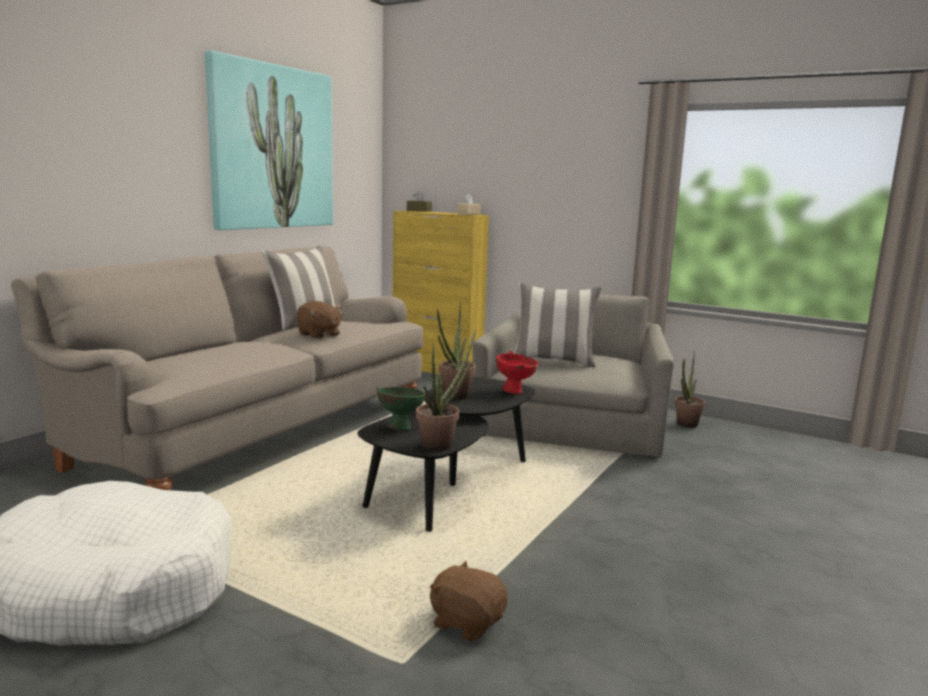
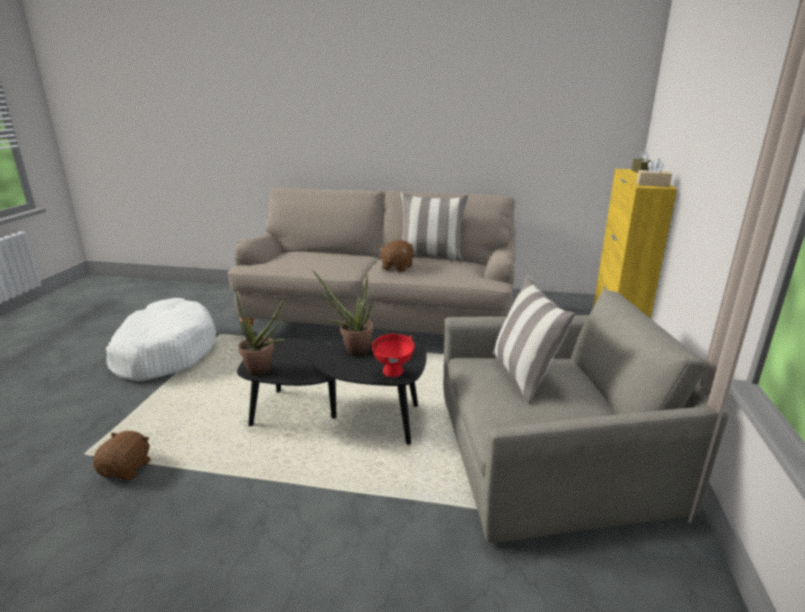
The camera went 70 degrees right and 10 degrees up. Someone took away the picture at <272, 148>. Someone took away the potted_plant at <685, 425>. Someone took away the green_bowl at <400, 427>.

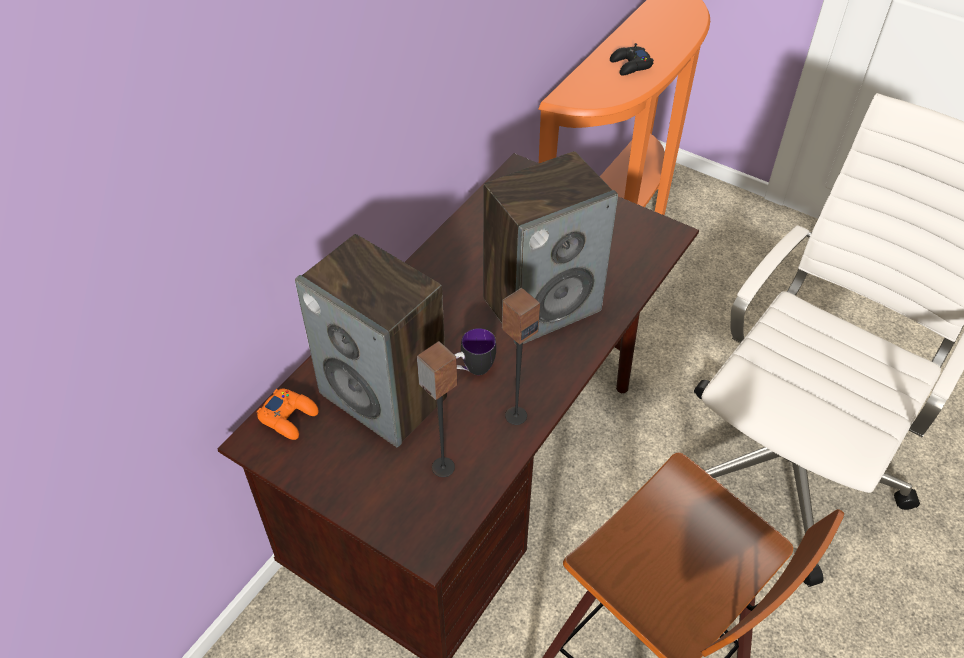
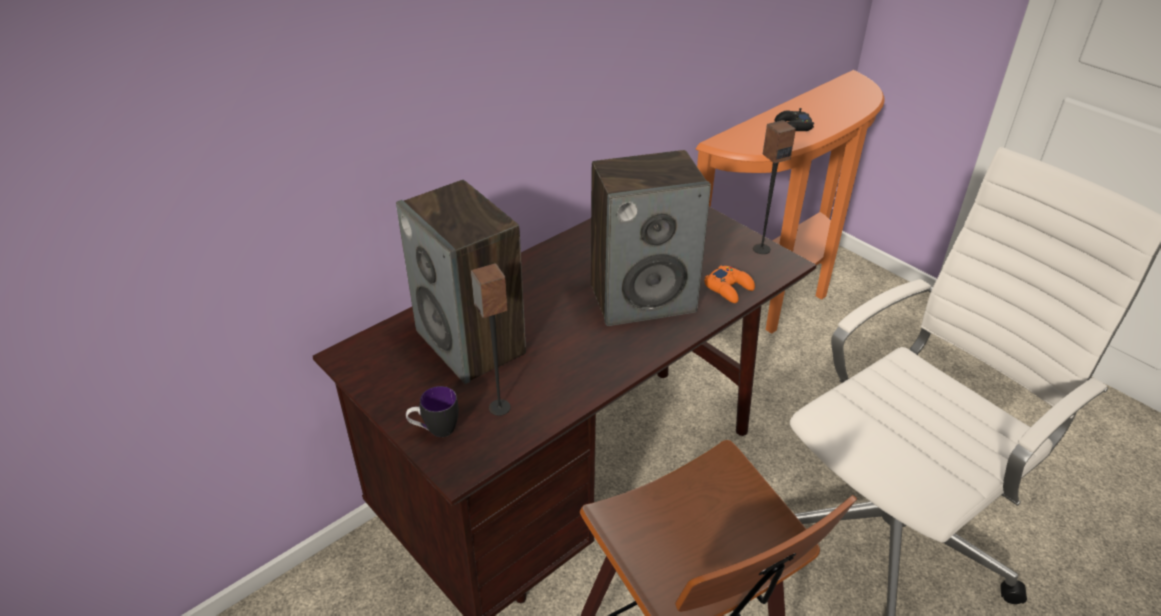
The camera went 15 degrees right and 10 degrees down. Someone carried the speaker from <515, 415> to <761, 249>. Someone carried the mug from <472, 370> to <435, 430>. Someone carried the orange_game_controller from <289, 417> to <729, 288>.

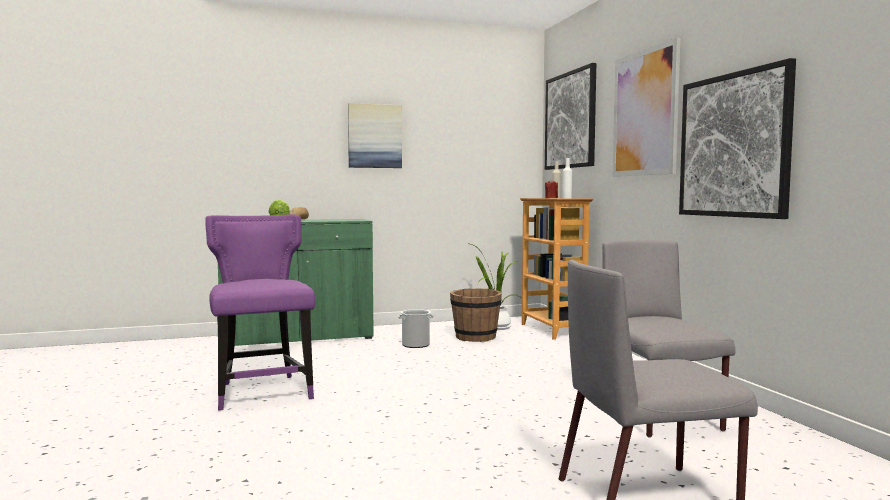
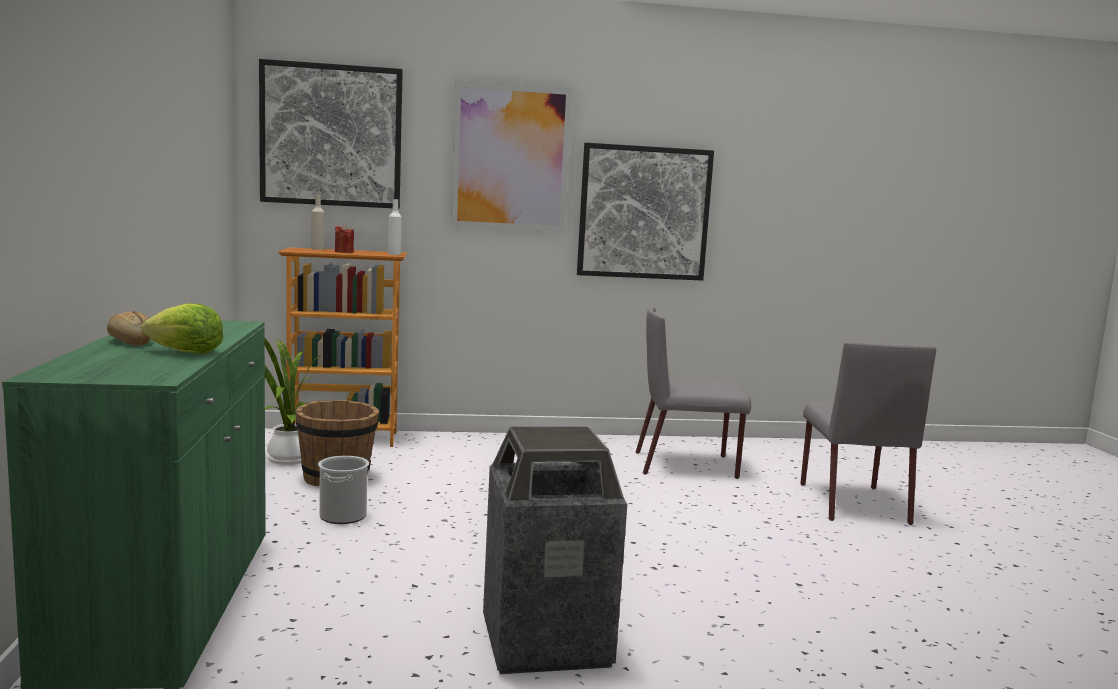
The camera went 80 degrees left and 5 degrees up. Someone took away the picture at <374, 136>. Someone swapped the purple_chair at <263, 391> for the trash_can at <545, 641>.

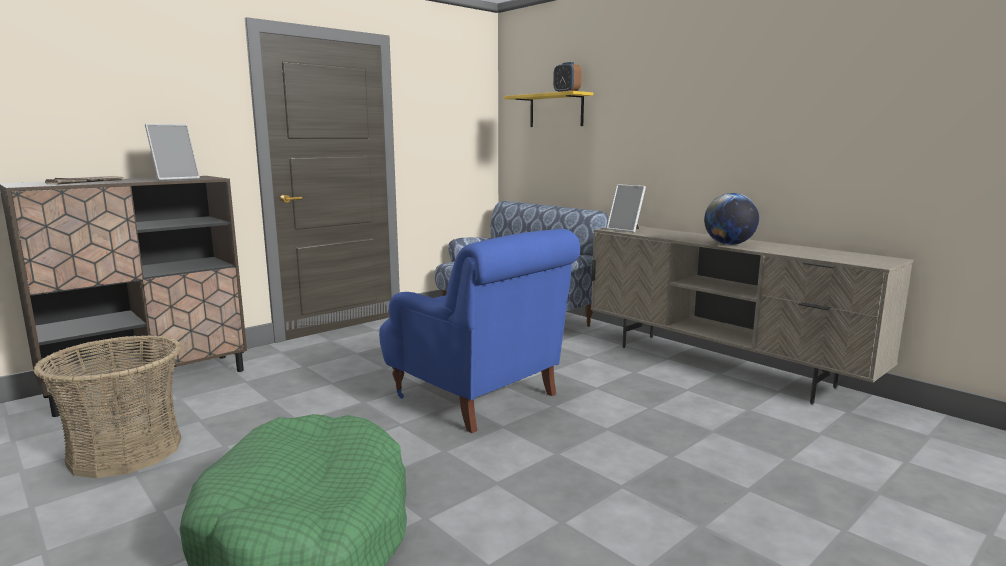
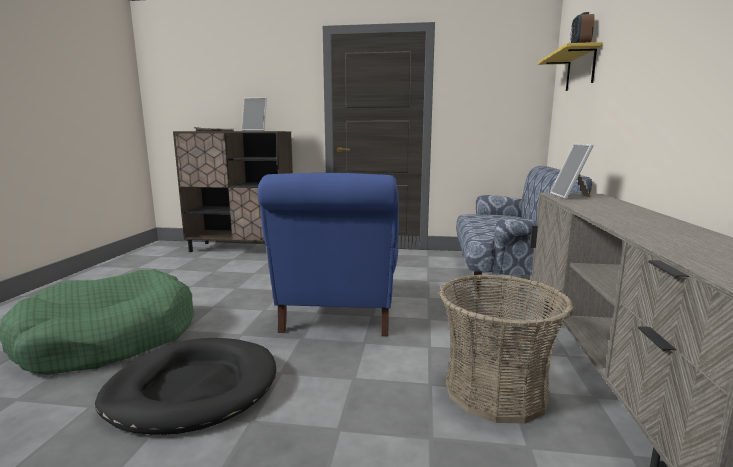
The camera went 50 degrees right and 0 degrees up. Someone took away the globe at <729, 244>. Someone carried the basket from <125, 451> to <495, 391>. Someone put down the black_dog_bed at <193, 389>.

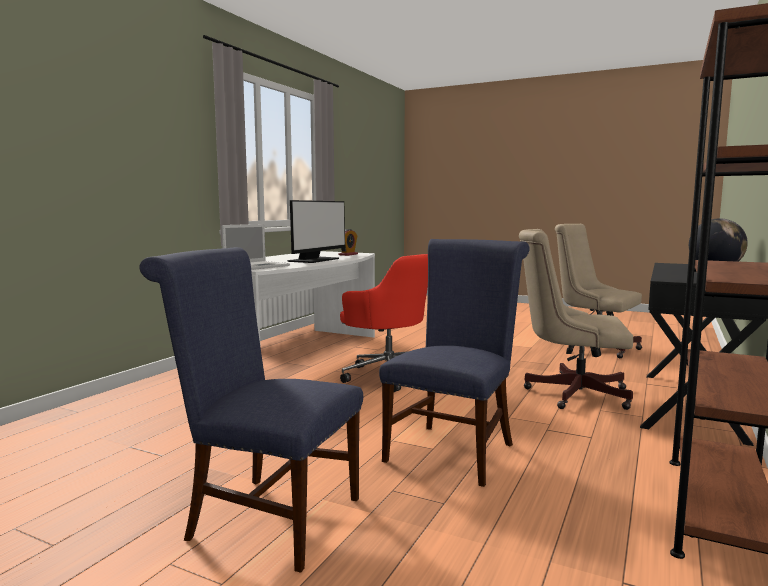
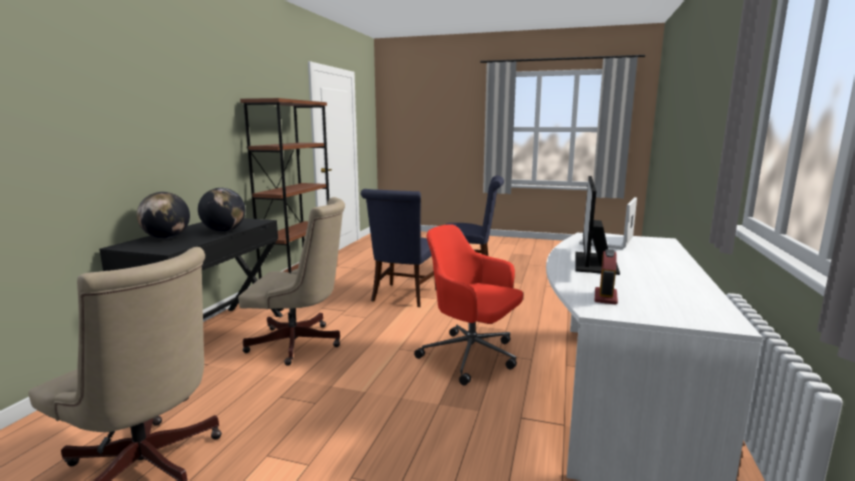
The camera went 170 degrees right and 5 degrees up. Someone put down the globe at <224, 231>.

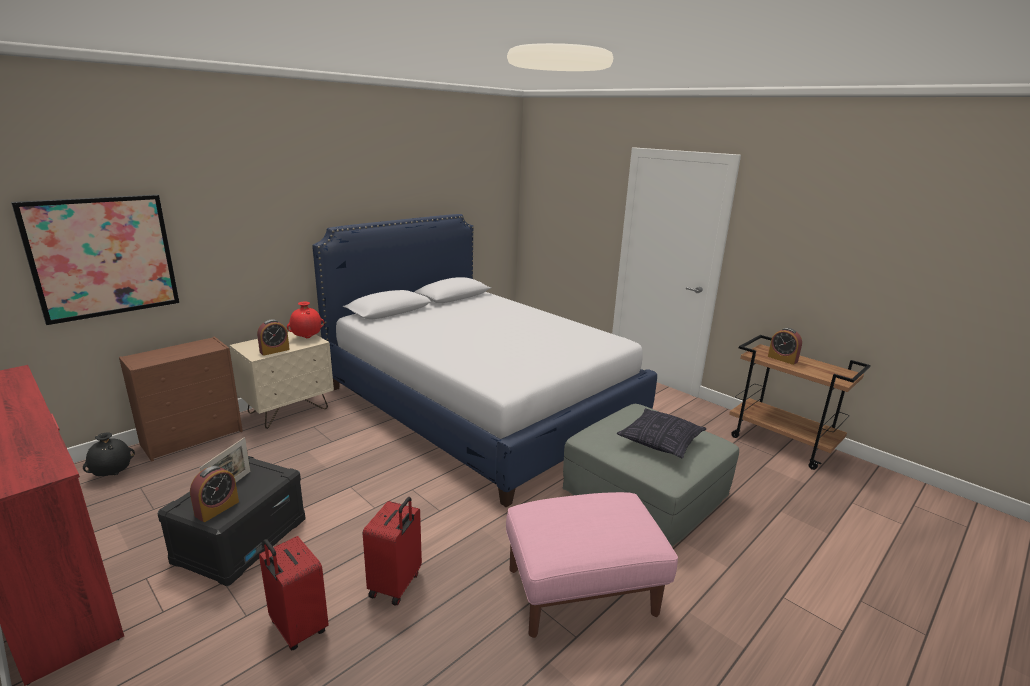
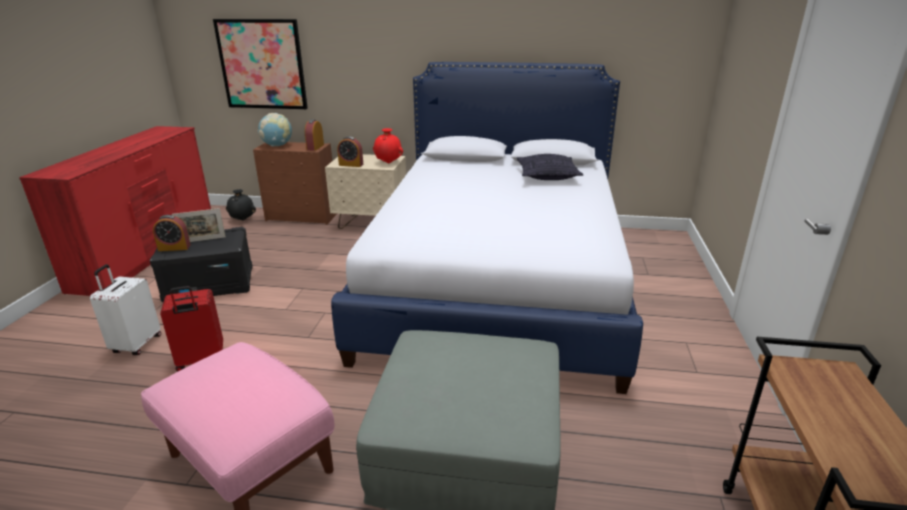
The camera went 55 degrees right and 5 degrees up. Someone carried the alarm_clock from <782, 359> to <315, 147>. Someone carried the pillow from <660, 442> to <547, 176>. Someone repainted the red_suitcase at <297, 628>, which became the white_suitcase at <136, 344>. Someone put down the globe at <277, 146>.

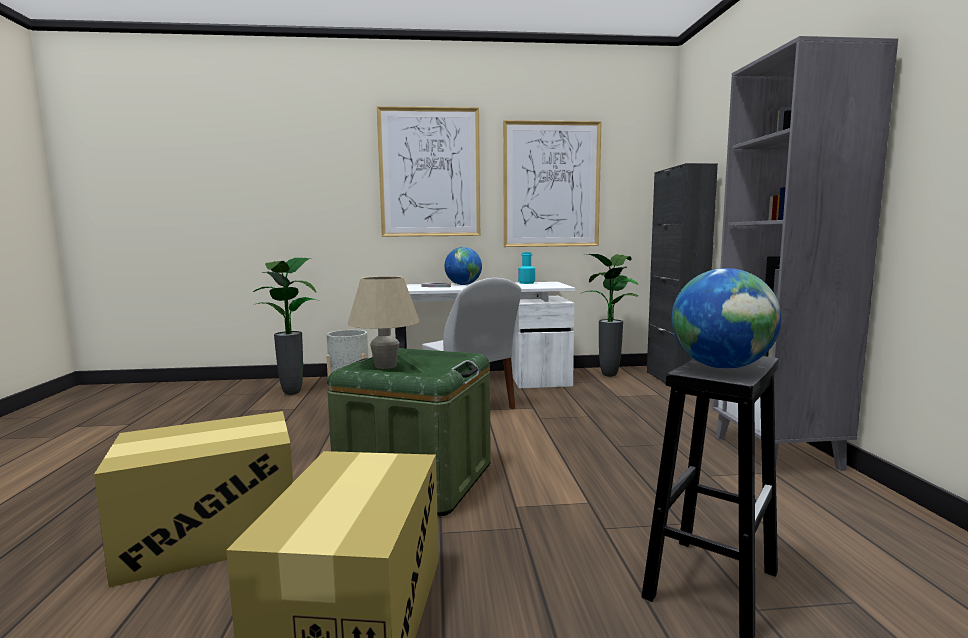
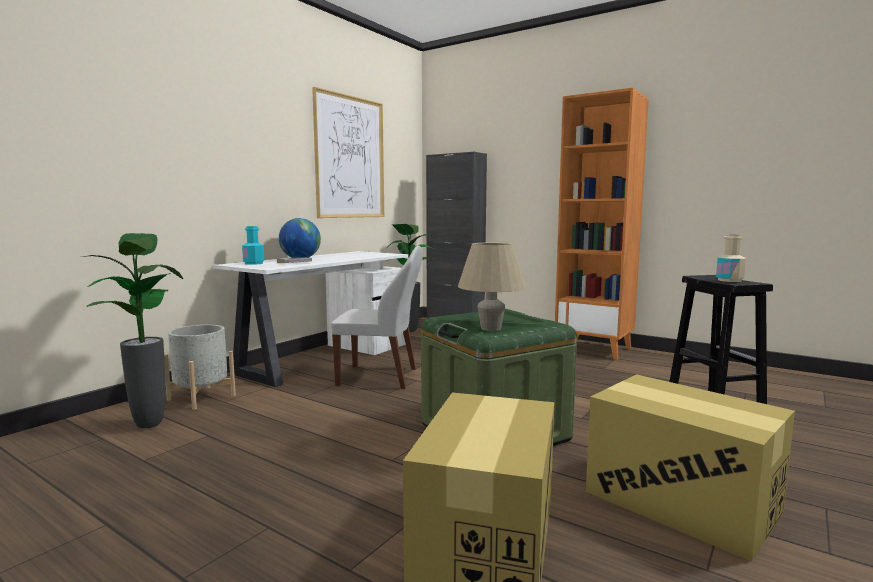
The camera went 50 degrees left and 0 degrees up. Someone repainted the grey_bookcase at <777, 452>, which became the orange_bookcase at <594, 349>. Someone took away the picture at <429, 173>. Someone carried the turquoise_bottle from <526, 283> to <253, 263>. Someone swapped the globe at <721, 367> for the beige_bottle at <729, 280>.

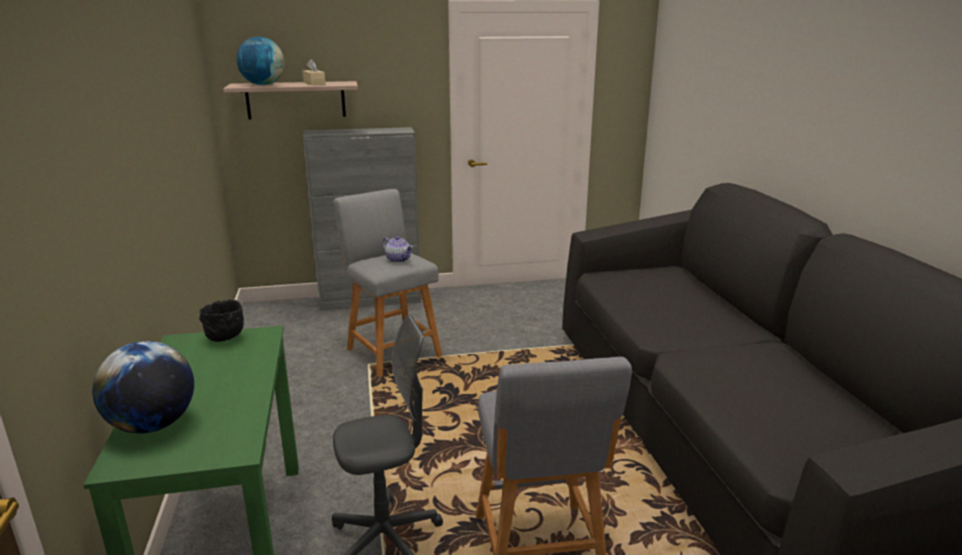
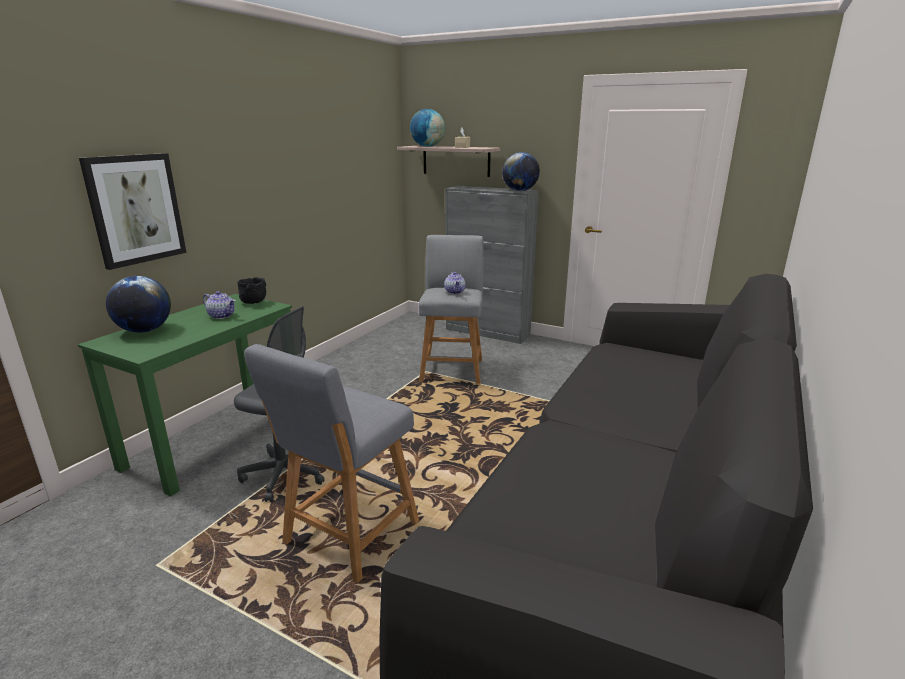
The camera went 40 degrees right and 0 degrees up. Someone put down the globe at <520, 191>. Someone put up the picture at <135, 209>. Someone put down the teapot at <222, 316>.

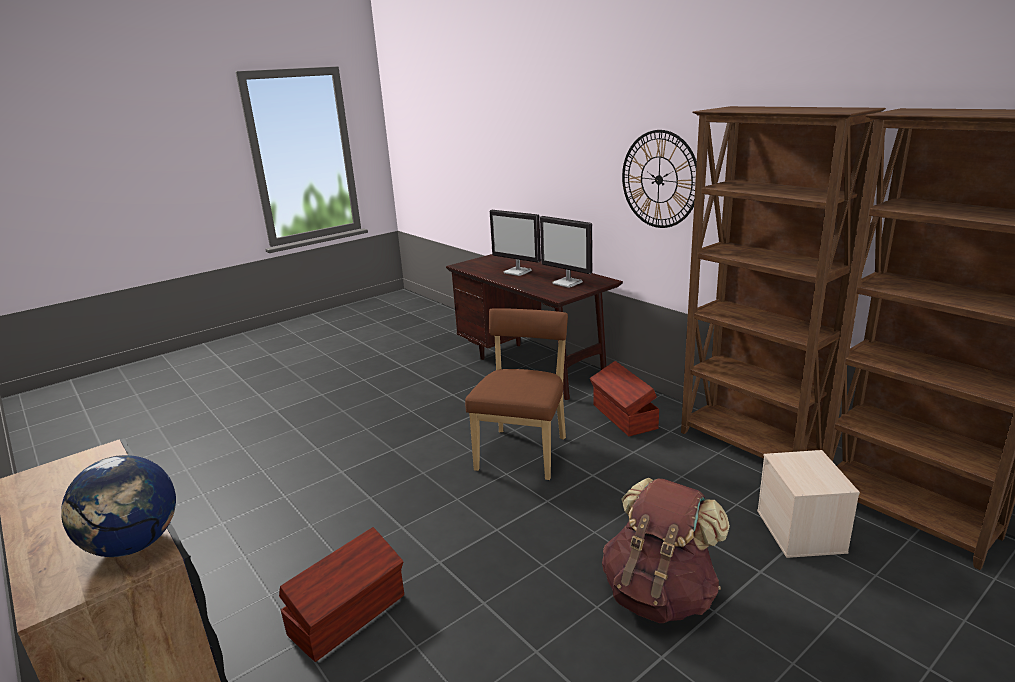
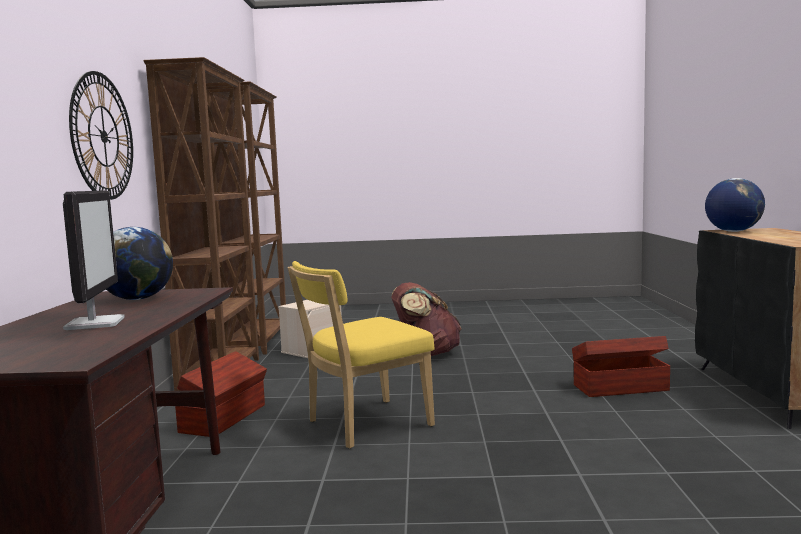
The camera went 140 degrees left and 15 degrees down. Someone swapped the monitor at <568, 283> for the globe at <137, 299>. Someone repainted the brown_chair at <524, 451>, which became the yellow_chair at <364, 425>.

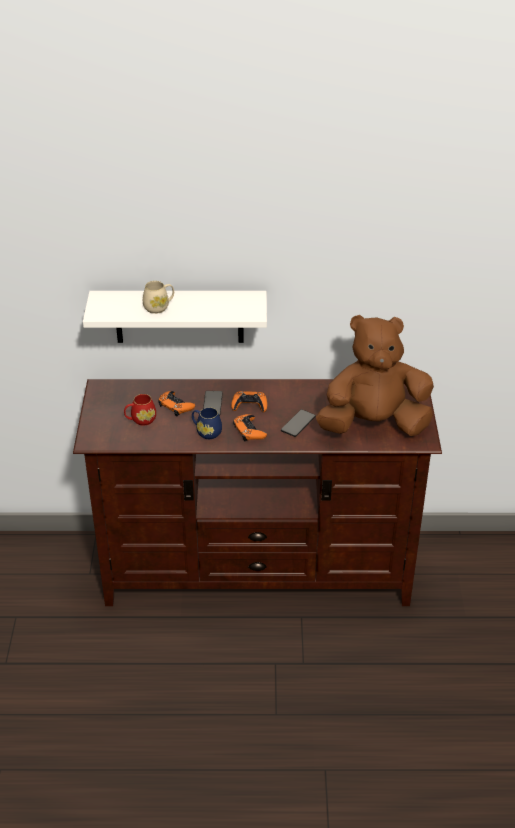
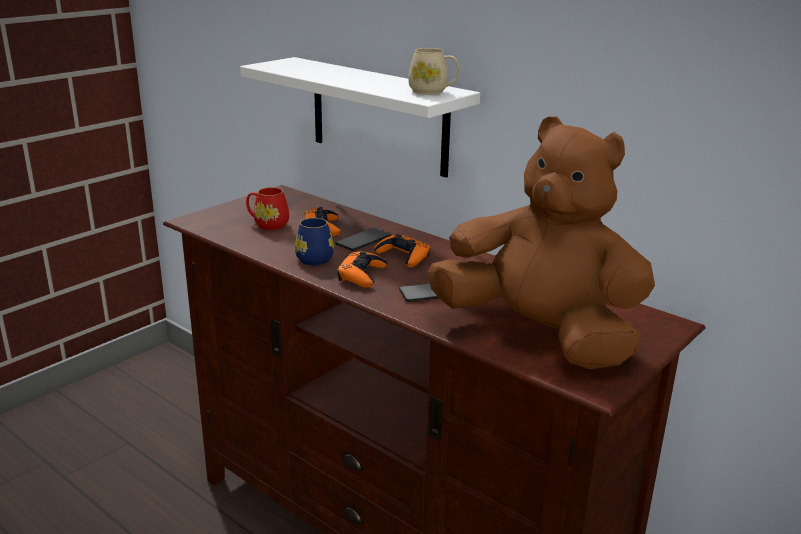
The camera went 40 degrees right and 15 degrees down. Someone carried the beige_mug from <159, 307> to <433, 92>.

